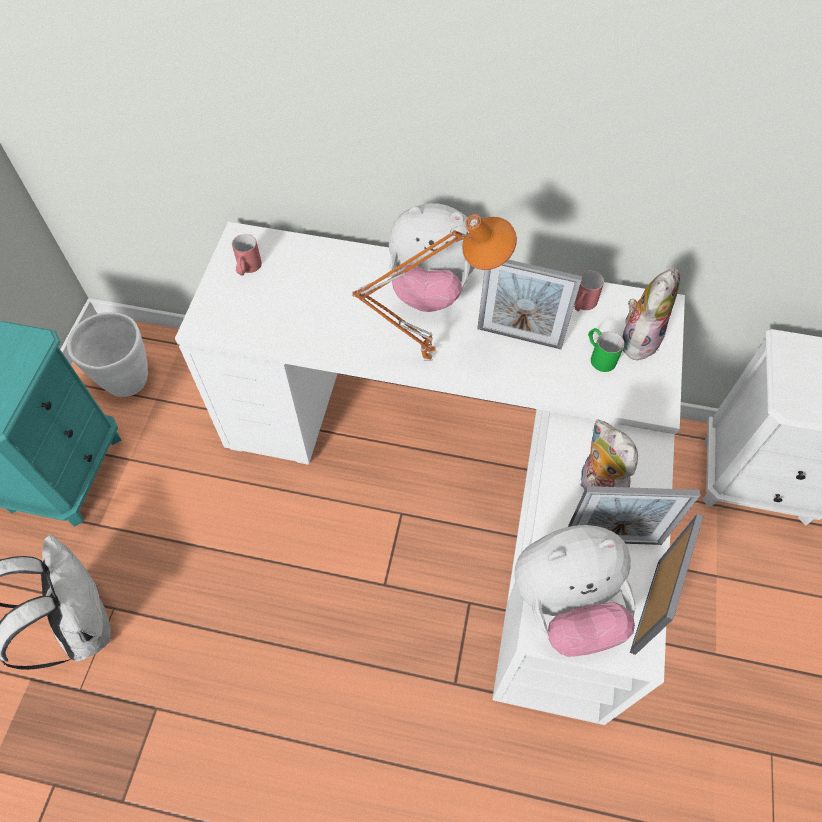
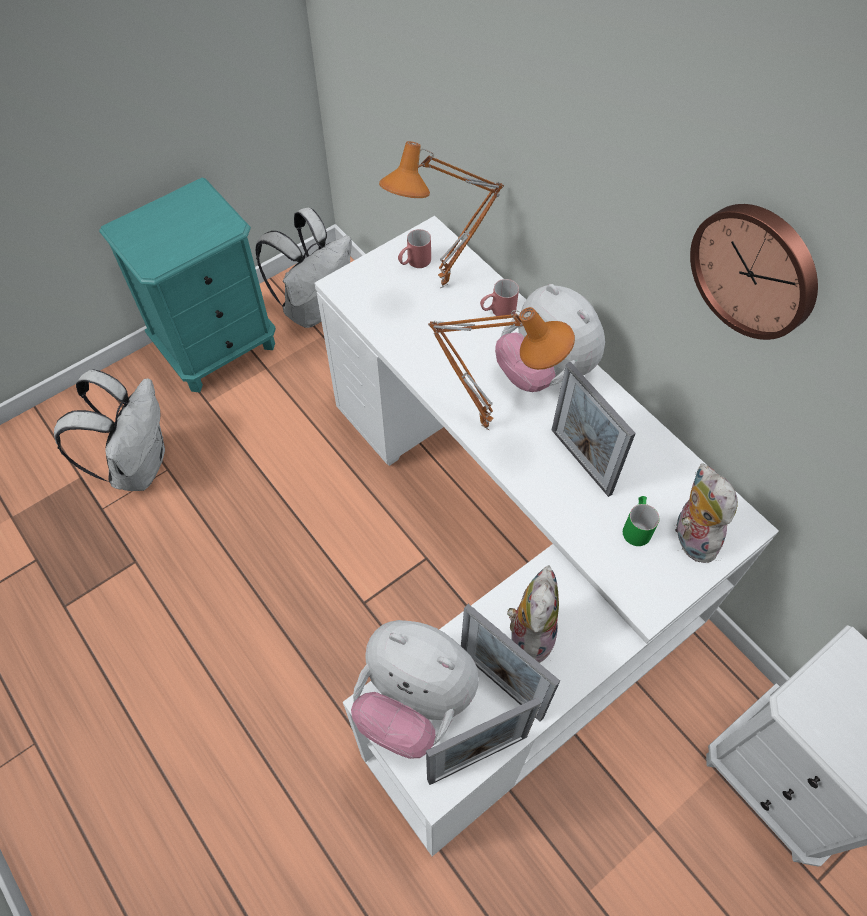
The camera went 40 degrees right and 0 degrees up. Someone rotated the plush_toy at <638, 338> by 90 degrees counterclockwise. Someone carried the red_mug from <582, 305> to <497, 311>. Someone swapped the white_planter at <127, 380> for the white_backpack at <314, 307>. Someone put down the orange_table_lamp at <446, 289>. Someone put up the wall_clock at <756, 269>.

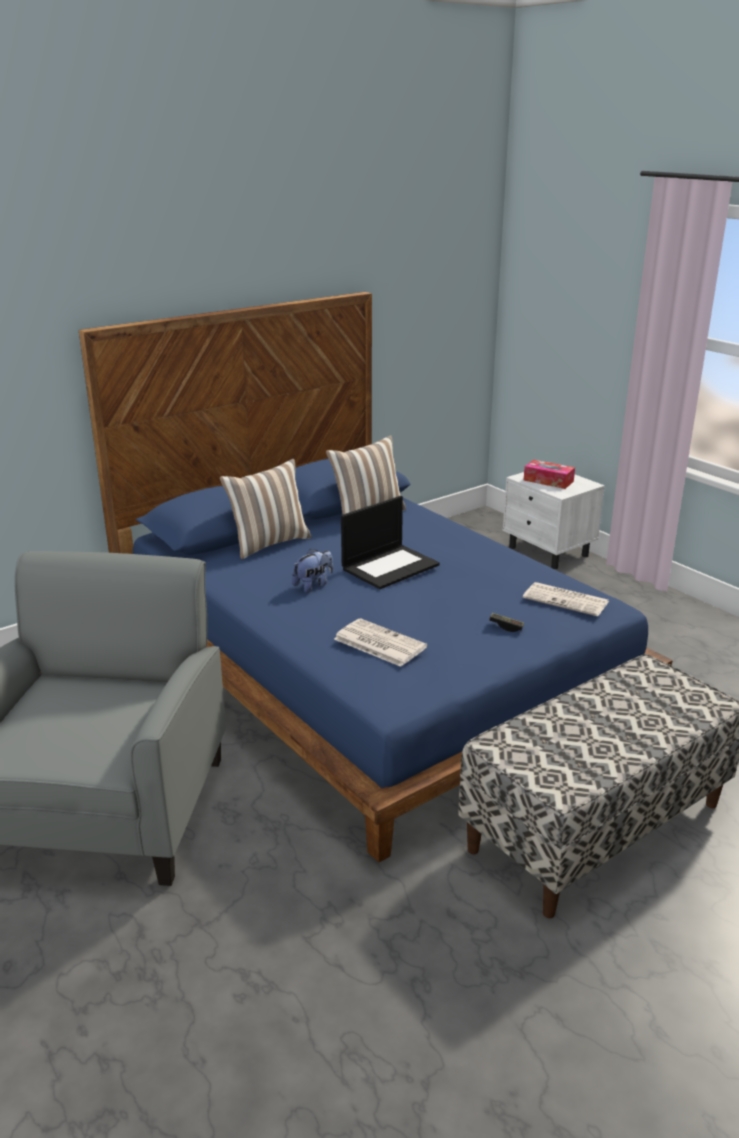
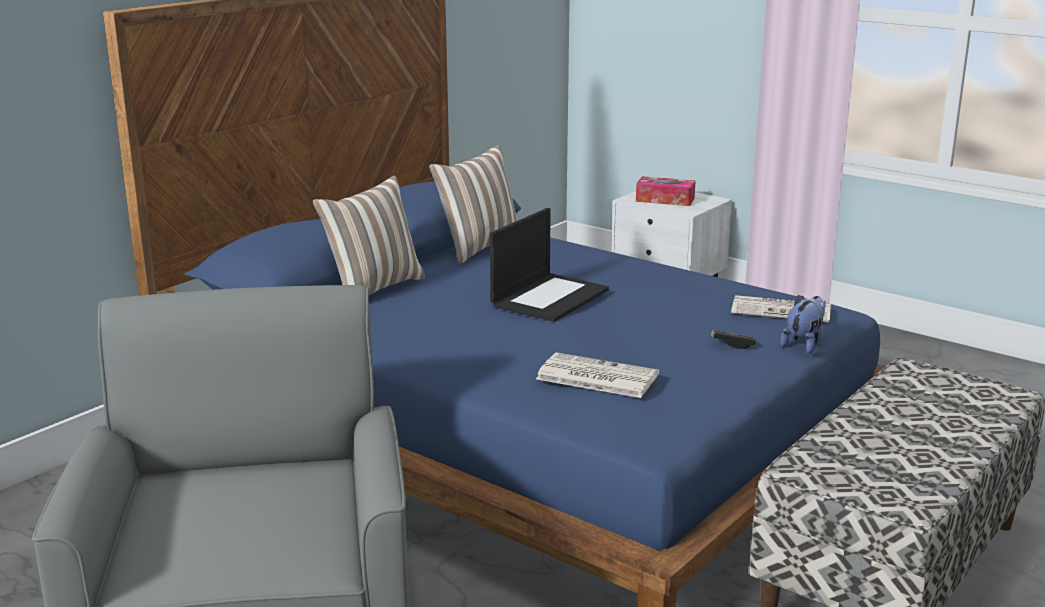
The camera went 15 degrees left and 5 degrees down. Someone carried the plush_toy from <313, 585> to <804, 344>.

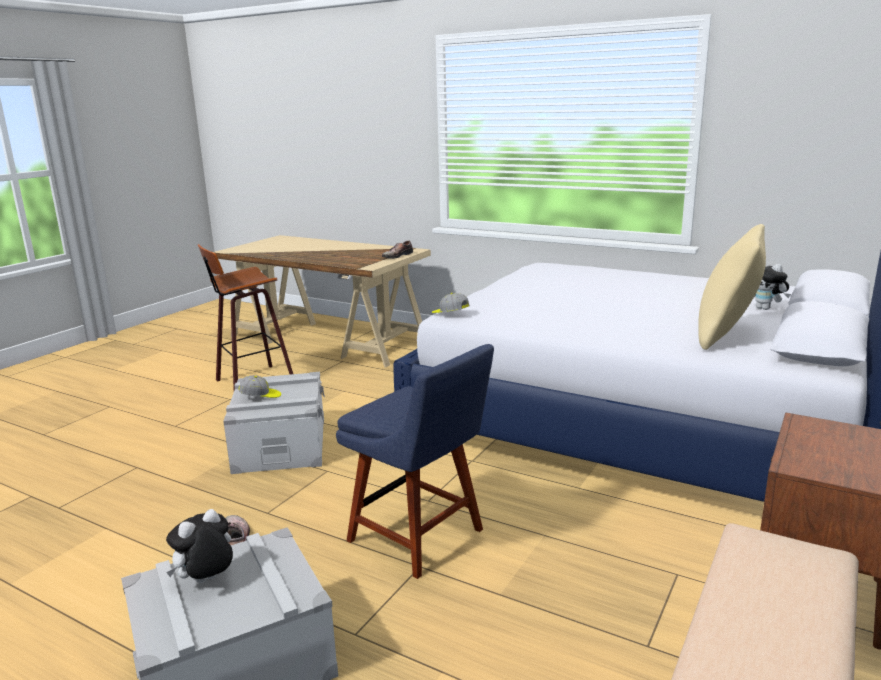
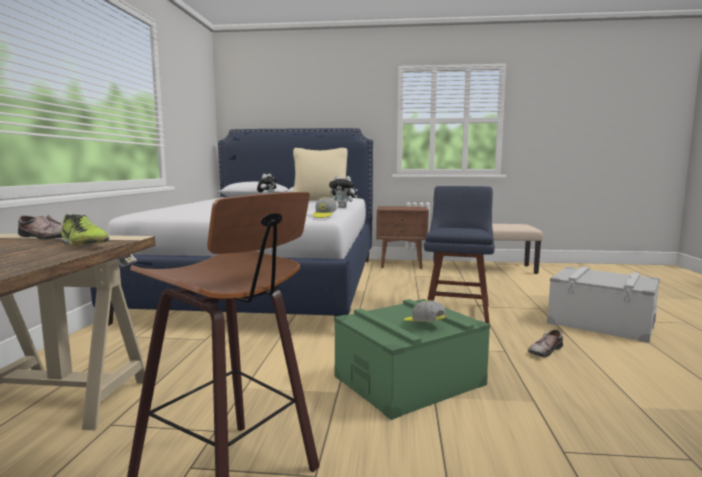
The camera went 115 degrees left and 10 degrees down. Someone repainted the grey_storage_box at <280, 444>, which became the green_storage_box at <409, 380>. Someone carried the plush_toy from <206, 582> to <343, 207>. Someone put down the shoe at <84, 245>.

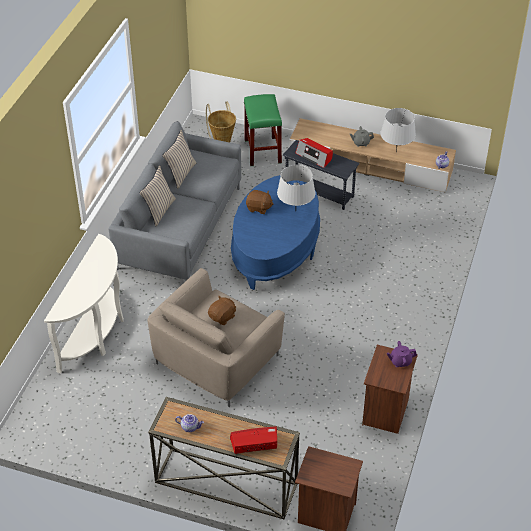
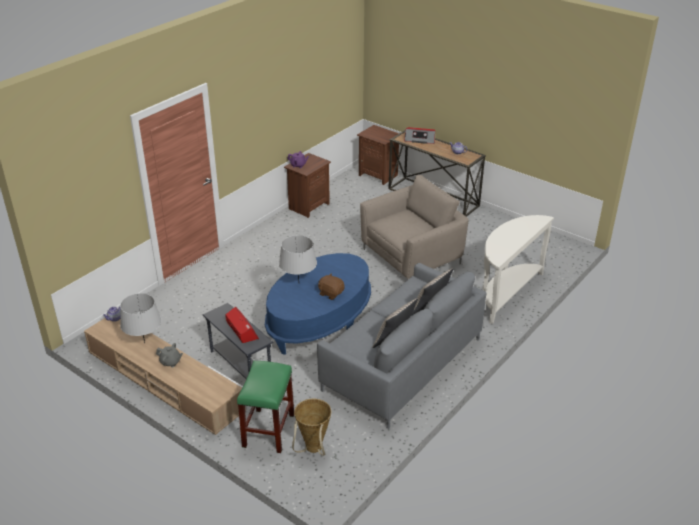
The camera went 160 degrees left and 10 degrees down. Someone took away the brown_plush_toy at <222, 317>.

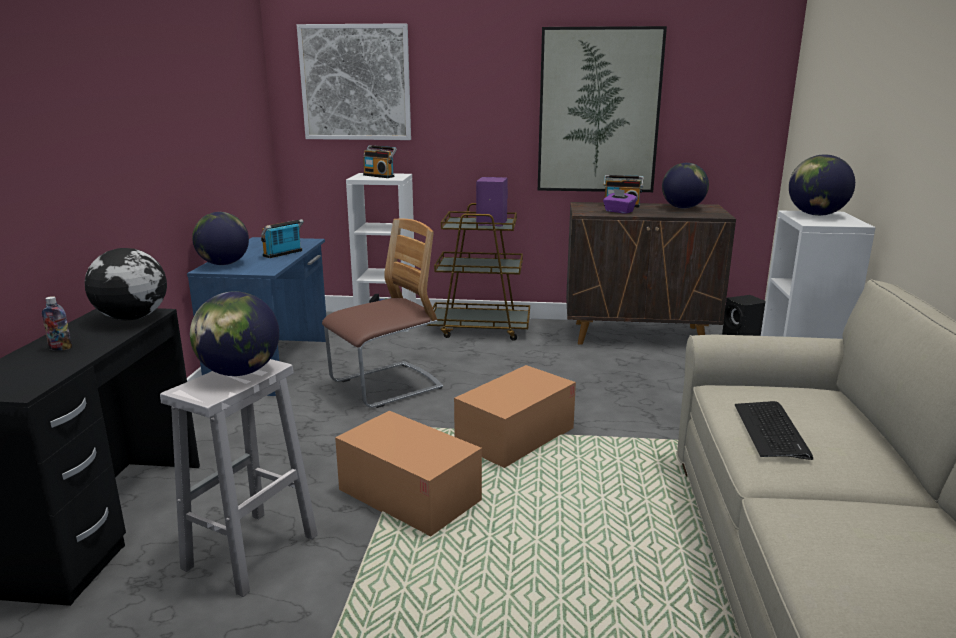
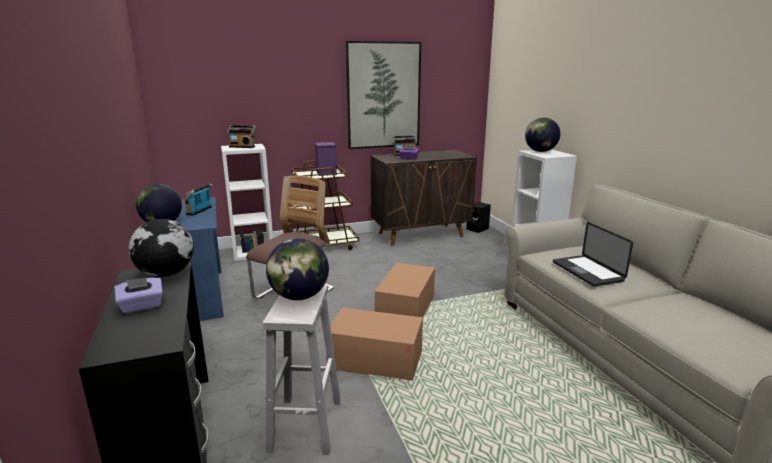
The camera went 25 degrees left and 0 degrees up. Someone took away the picture at <355, 83>. Someone took away the globe at <683, 208>. Someone swapped the bottle at <60, 348> for the purple_tissue_box at <142, 306>. Someone swapped the keyboard at <771, 431> for the laptop at <587, 271>.

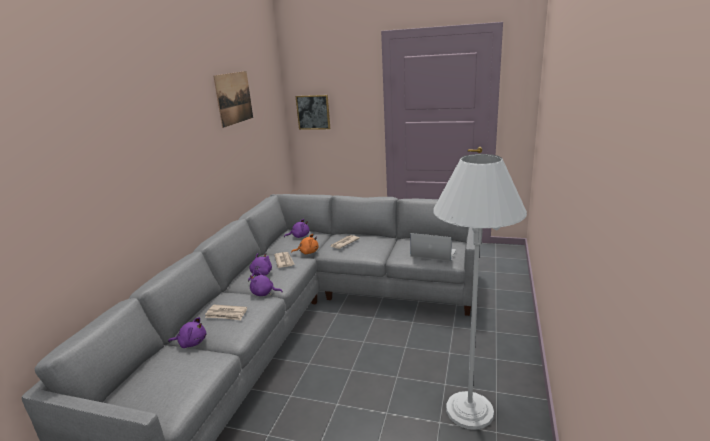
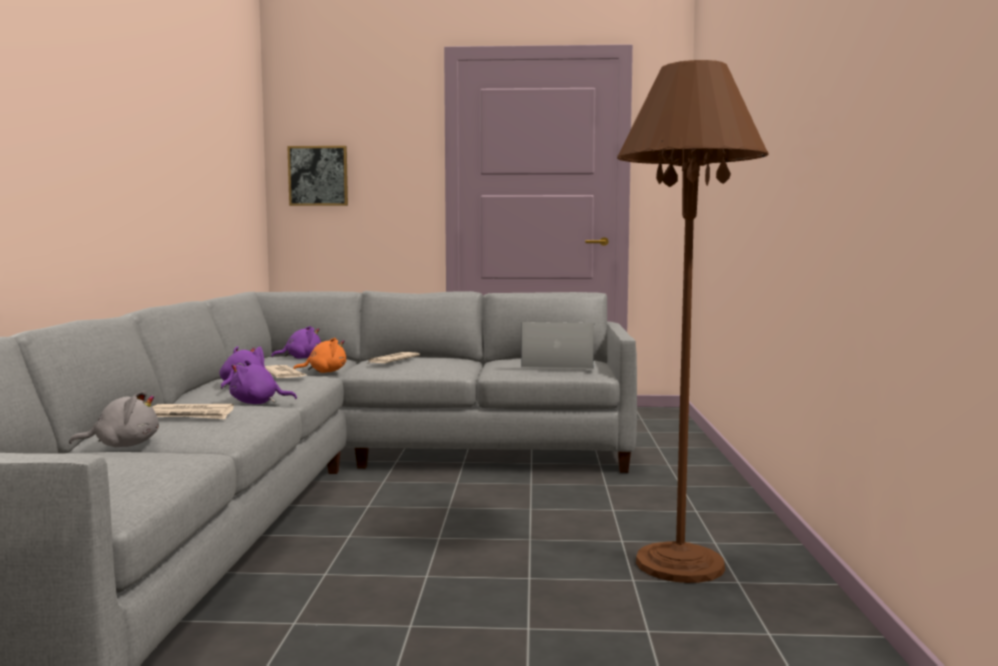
The camera went 15 degrees left and 15 degrees down. Someone took away the picture at <234, 98>. Someone repainted the white_floor_lamp at <469, 410>, which became the brown_floor_lamp at <680, 564>. Someone repainted the purple_plush_toy at <191, 342>, which became the grey_plush_toy at <123, 445>.

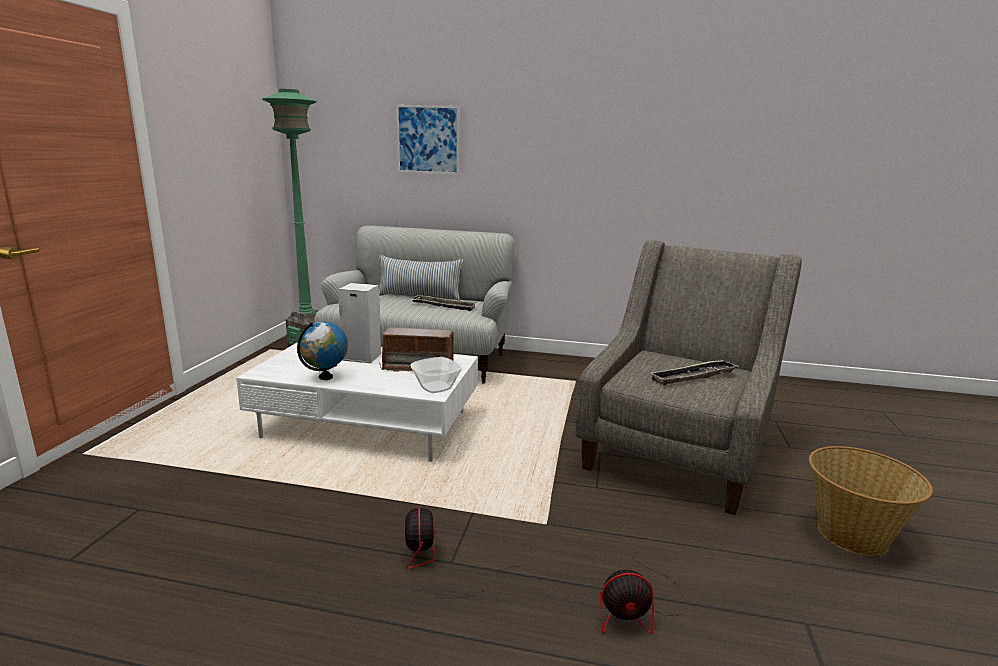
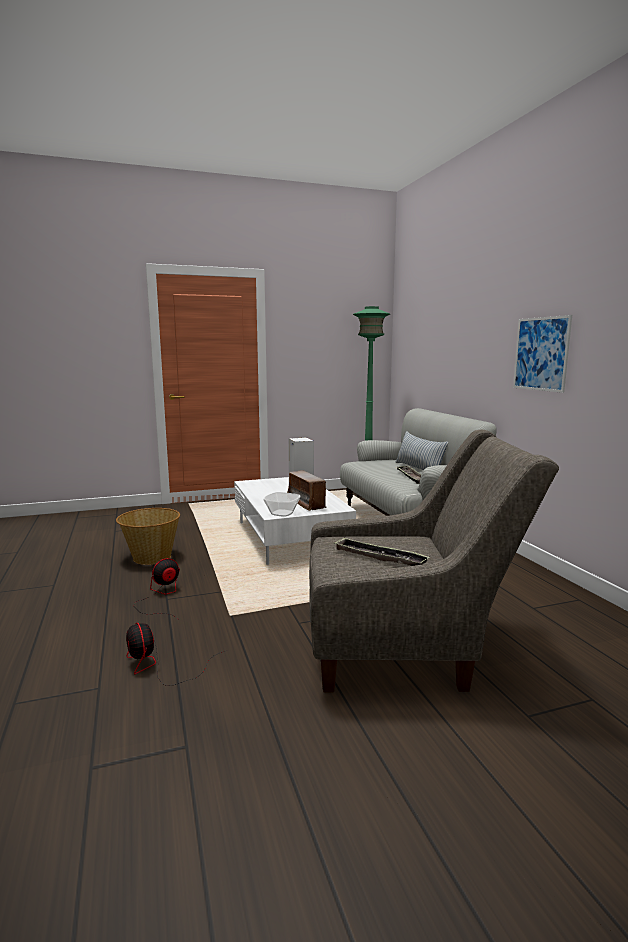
The camera went 60 degrees right and 5 degrees down. Someone carried the picture from <428, 139> to <541, 354>. Someone took away the globe at <325, 377>. Someone carried the basket from <851, 535> to <151, 557>.

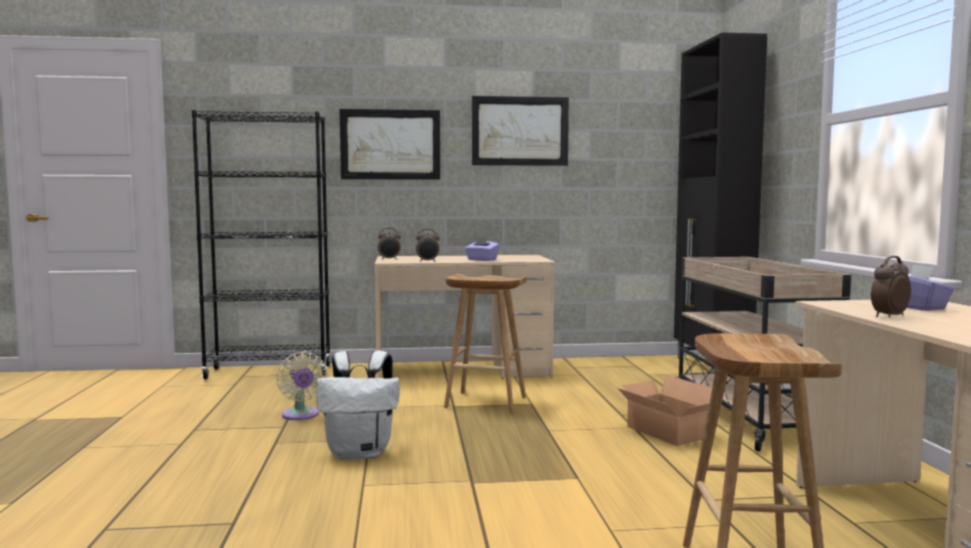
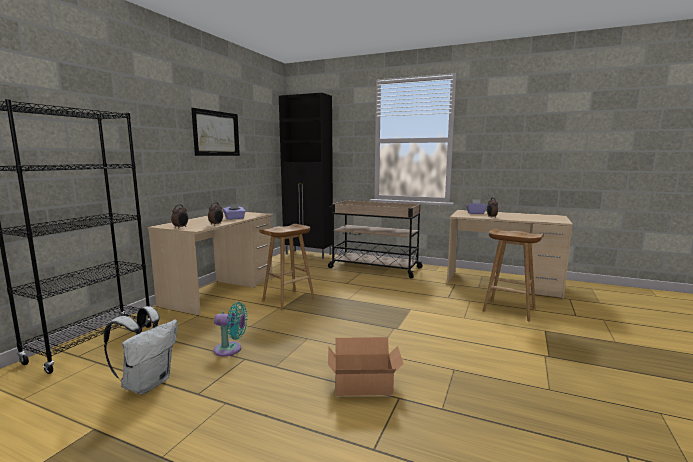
The camera went 60 degrees left and 5 degrees up. Someone took away the picture at <390, 144>. Someone carried the white_backpack from <361, 453> to <147, 383>. Someone repainted the beige_fan at <301, 416>, which became the turquoise_fan at <230, 349>. Someone carried the cardboard_box from <666, 433> to <364, 385>.

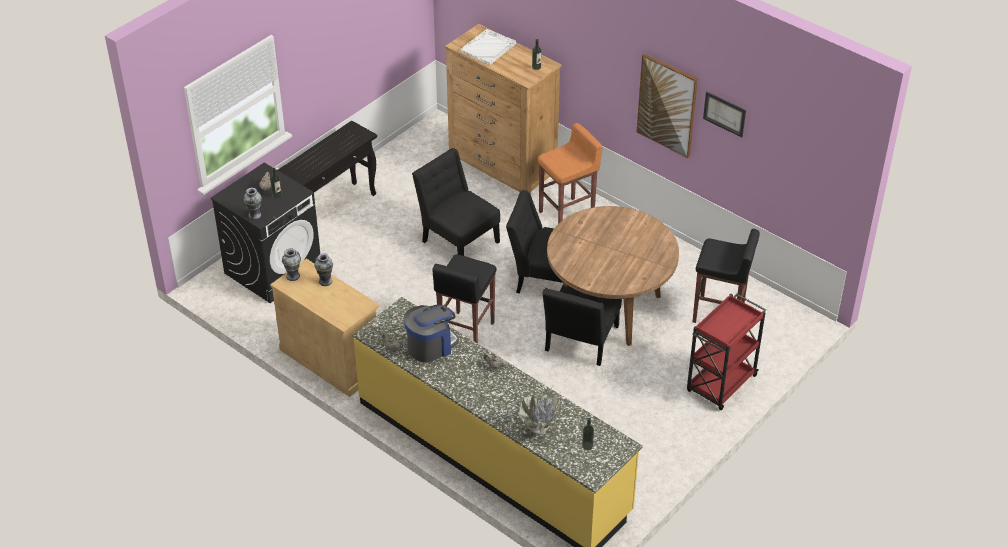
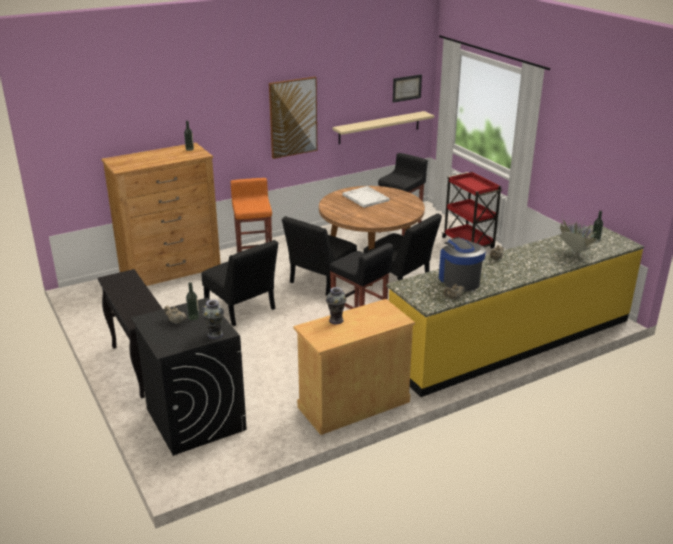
The camera went 70 degrees left and 15 degrees down. Someone carried the white_tray from <488, 47> to <365, 197>. Someone carried the picture from <724, 114> to <406, 88>. Someone rotated the black_chair at <458, 239> by 105 degrees counterclockwise. Someone took away the vase at <293, 276>. Someone put up the beige_shelf at <379, 127>.

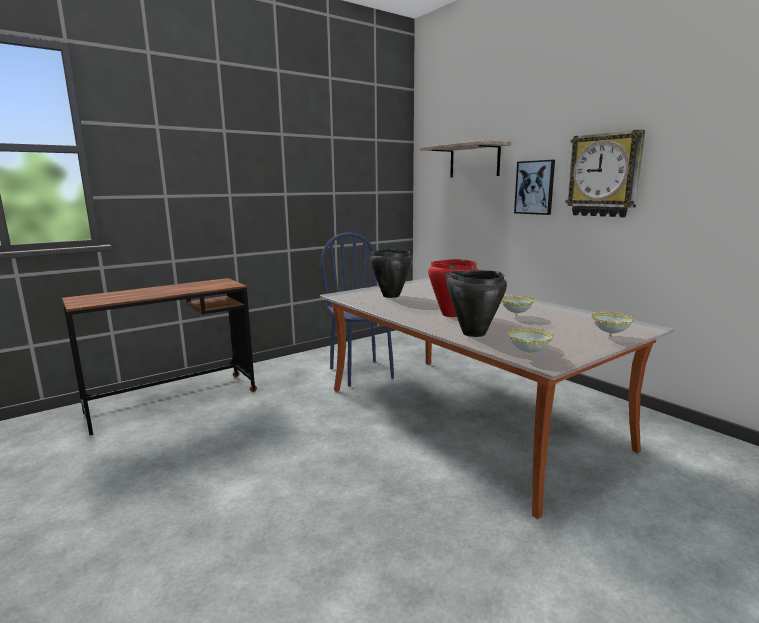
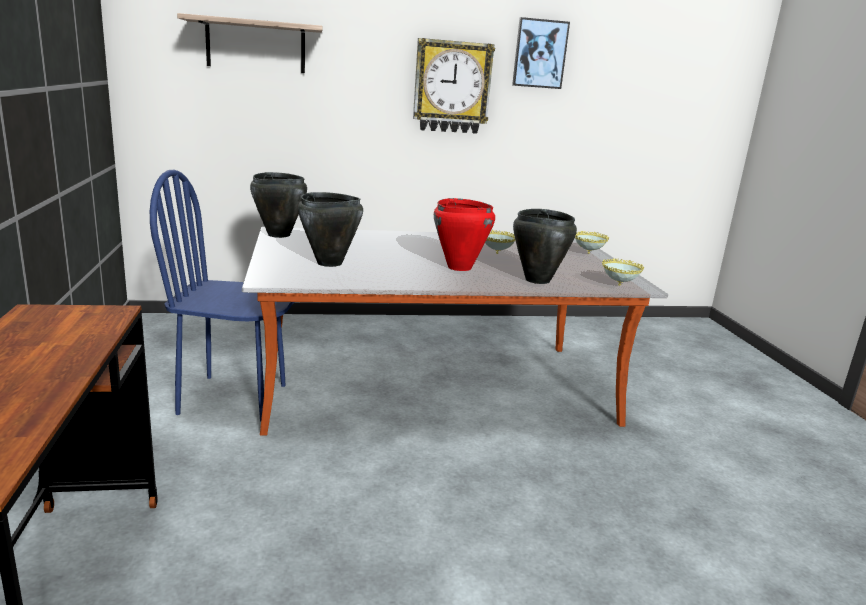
The camera went 65 degrees left and 5 degrees up. Someone carried the picture from <534, 187> to <540, 54>. Someone put down the black_cooking_pot at <278, 235>.

